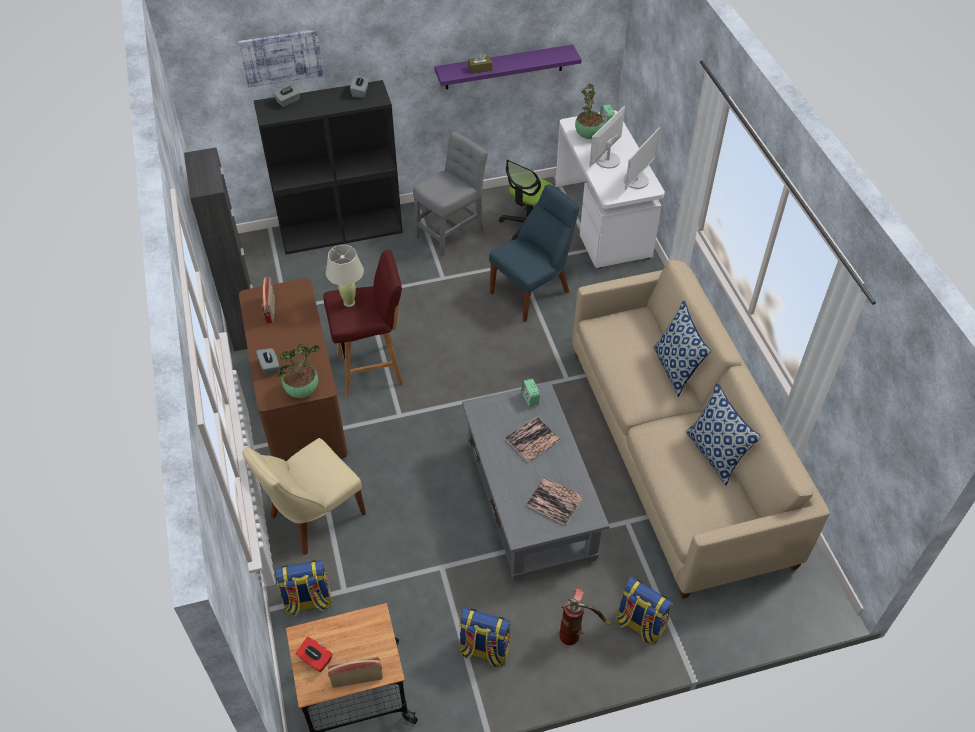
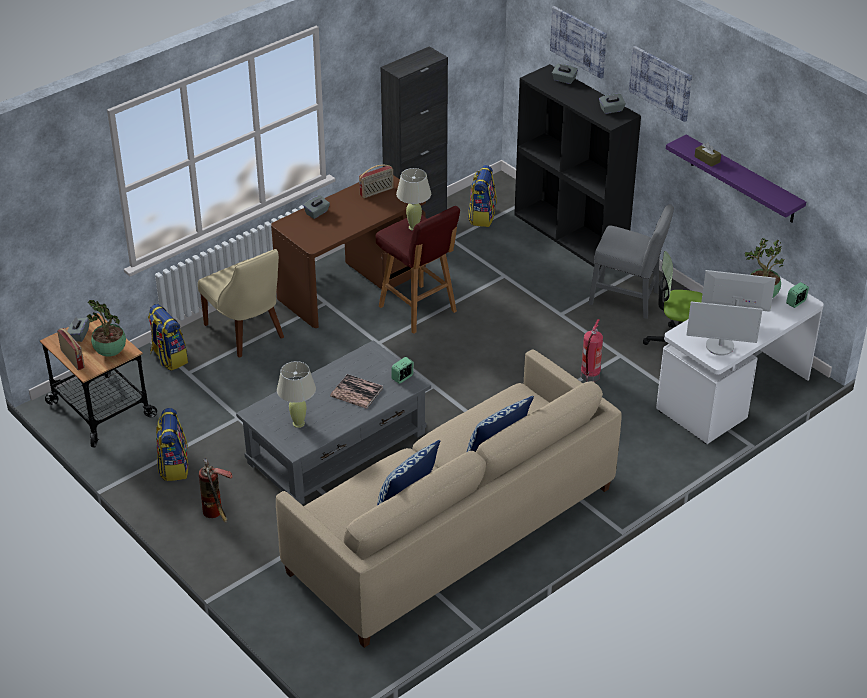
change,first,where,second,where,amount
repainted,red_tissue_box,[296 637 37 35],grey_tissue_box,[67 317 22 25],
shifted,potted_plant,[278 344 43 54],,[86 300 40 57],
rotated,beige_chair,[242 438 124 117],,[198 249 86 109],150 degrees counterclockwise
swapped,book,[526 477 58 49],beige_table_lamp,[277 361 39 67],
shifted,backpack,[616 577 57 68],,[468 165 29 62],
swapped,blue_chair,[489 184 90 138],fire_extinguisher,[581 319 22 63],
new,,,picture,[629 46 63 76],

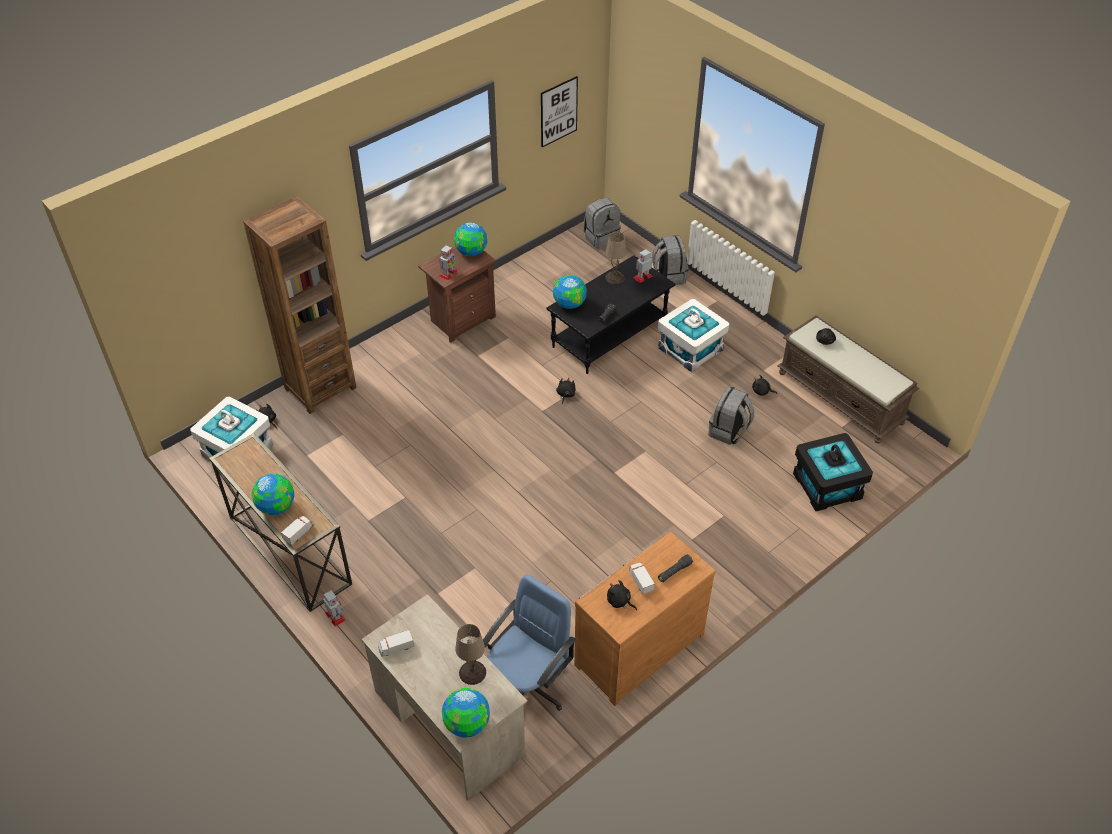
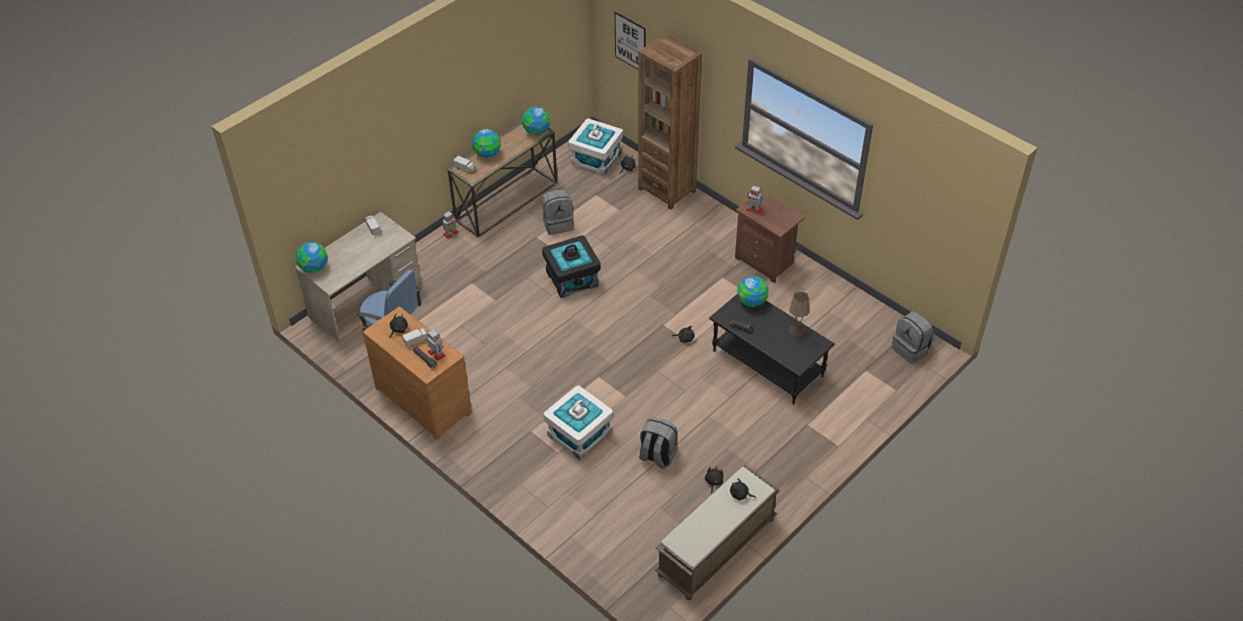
change,first,where,second,where,amount
shifted,toy_robot,[634 249 18 34],,[427 329 18 32],
shifted,globe,[454 223 33 33],,[522 106 28 29],
shifted,grey_backpack,[652 235 37 50],,[542 189 32 46],
shifted,black_storage_box,[793 433 80 78],,[542 235 59 63],
shifted,white_storage_box,[658 299 71 73],,[544 386 69 74],
shifted,picture,[541 76 37 71],,[615 12 31 57],
gone,beige_table_lamp,[455 624 31 61],,,

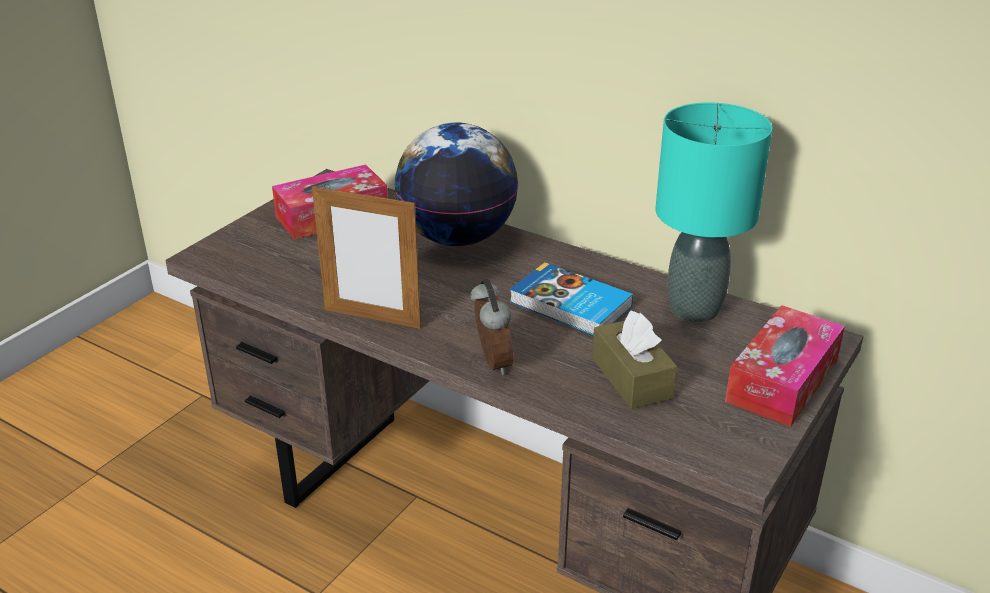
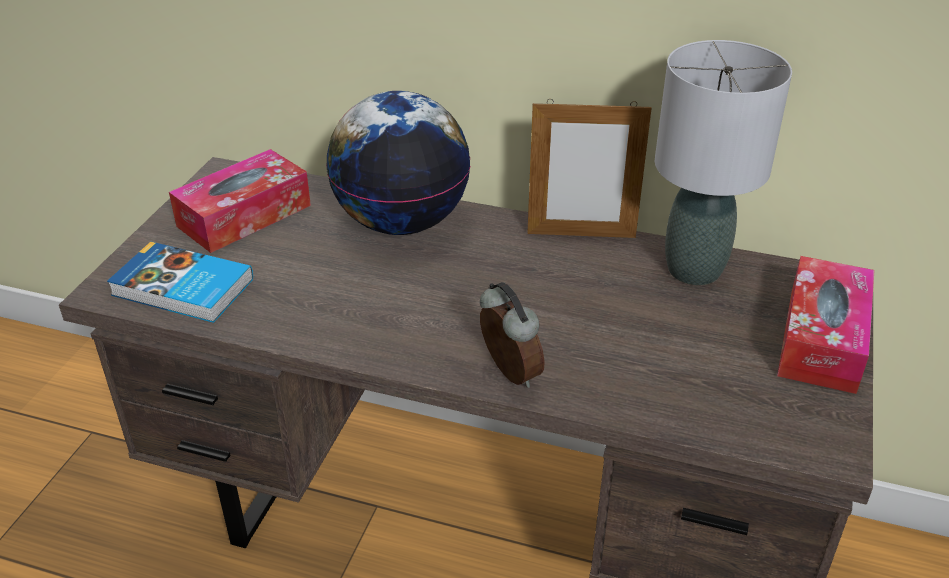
change,first,where,second,where,amount
shifted,book,[510 262 123 73],,[107 242 146 81],
shifted,picture_frame,[312 184 109 145],,[527 99 125 139],
repainted,turquoise_table_lamp,[655 103 118 219],grey_table_lamp,[654 40 138 245],
gone,brown_tissue_box,[592 310 86 99],,,

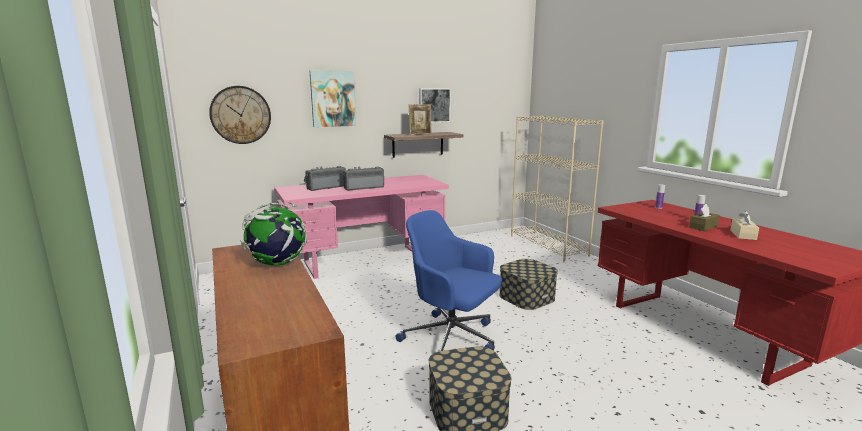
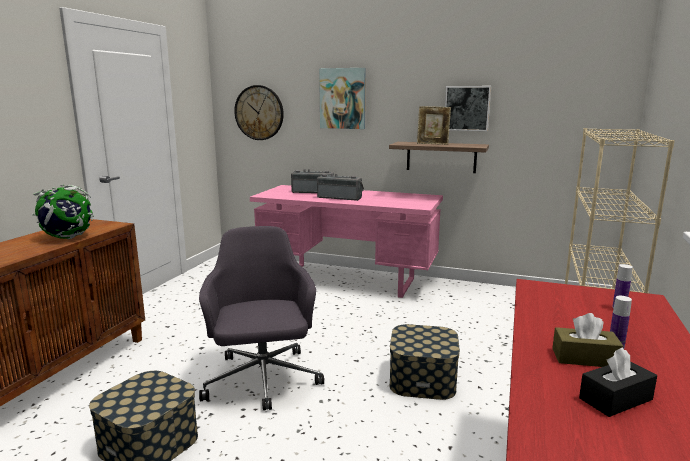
change,first,where,second,where,amount
repainted,blue_office_chair,[396 210 106 141],grey_office_chair,[199 226 125 185],
repainted,beige_tissue_box,[730 210 29 30],black_tissue_box,[579 347 78 70],

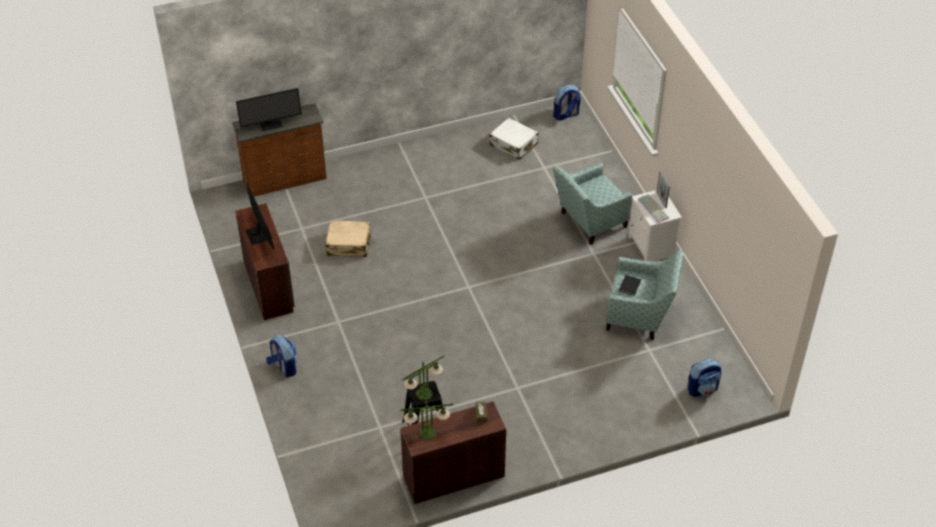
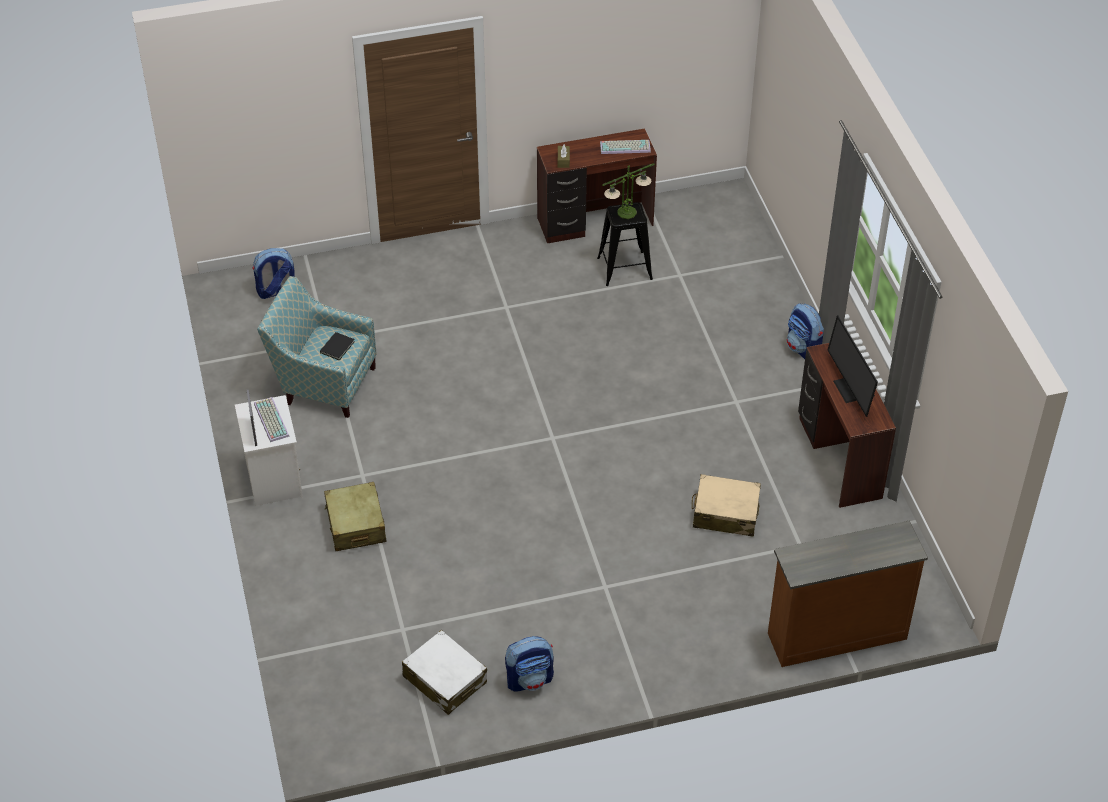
change,first,where,second,where,amount
swapped,armchair,[553 163 79 82],beige_suitcase,[324 482 63 69],
shifted,backpack,[553 85 28 36],,[505 636 49 56],
swapped,table_lamp,[400 401 54 39],keyboard,[600 140 51 14],
gone,monitor,[236 88 66 43],,,

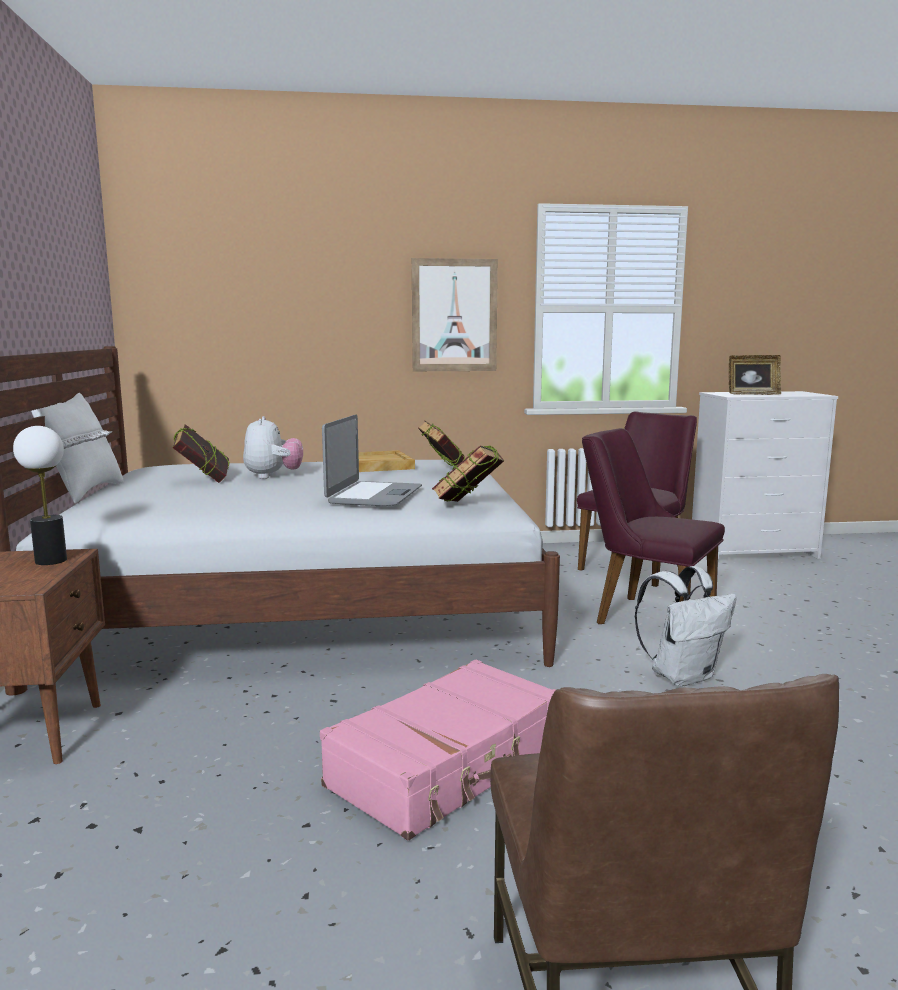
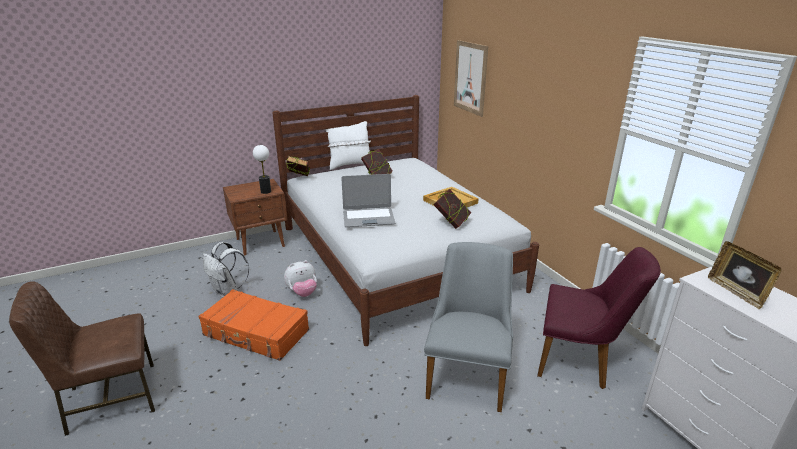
change,first,where,second,where,amount
repainted,pink_suitcase,[320 659 236 182],orange_suitcase,[199 289 110 72],
shifted,white_backpack,[635 566 102 121],,[203 242 46 55],
shifted,plush_toy,[243 416 60 63],,[284 260 33 37],
shifted,book,[432 445 72 57],,[286 156 24 20],
repainted,purple_chair,[582 428 143 196],grey_chair,[424 242 89 170],
shifted,picture,[412 258 86 113],,[454 40 34 77],

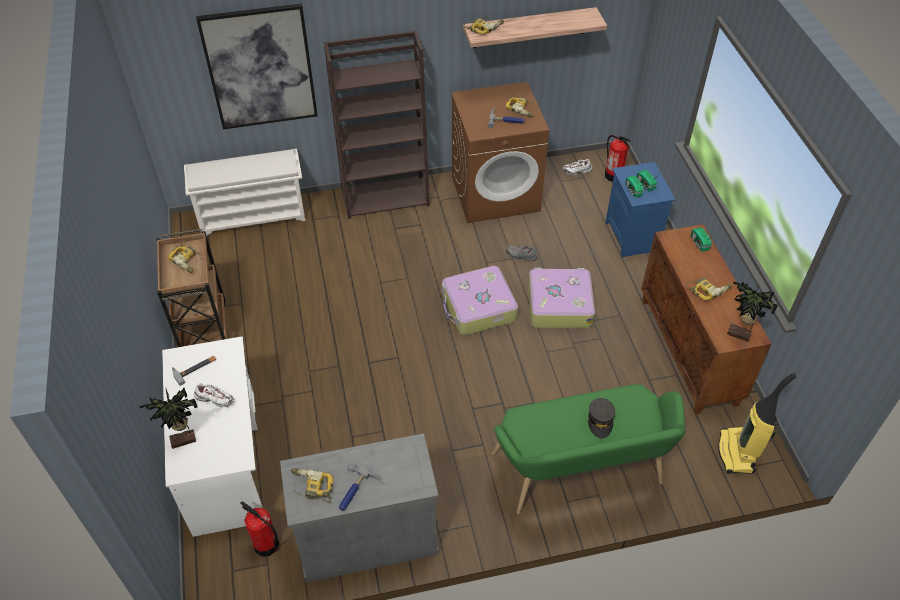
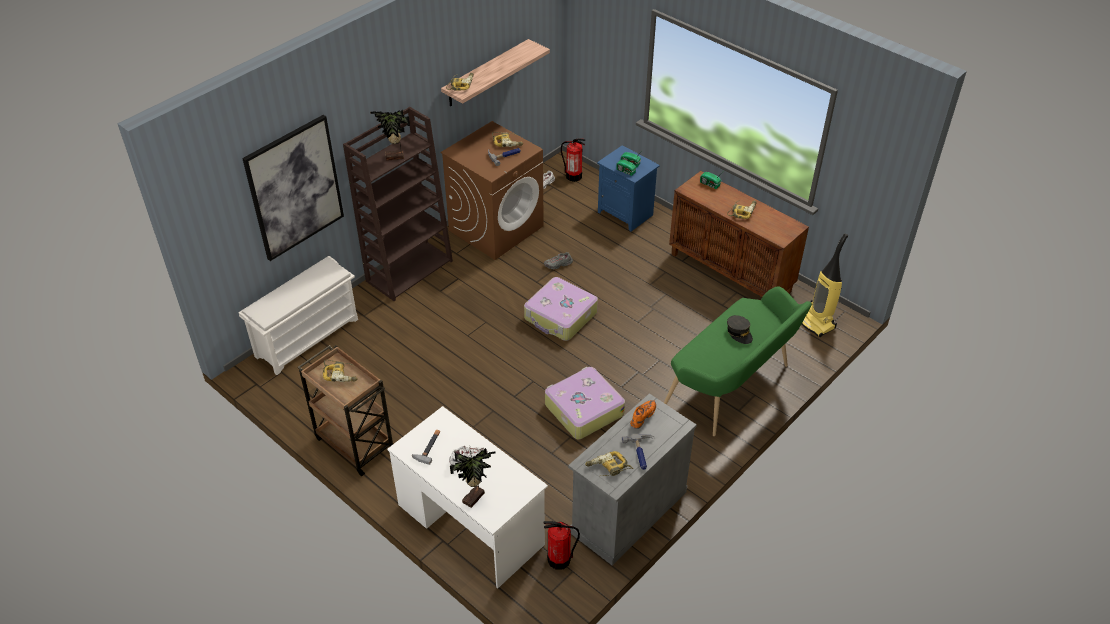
change,first,where,second,where,amount
shifted,potted_plant,[727 281 51 61],,[370 110 40 51],
shifted,suitcase,[528 268 67 60],,[545 367 80 73],
new,,,orange_shoe,[630 400 26 29],

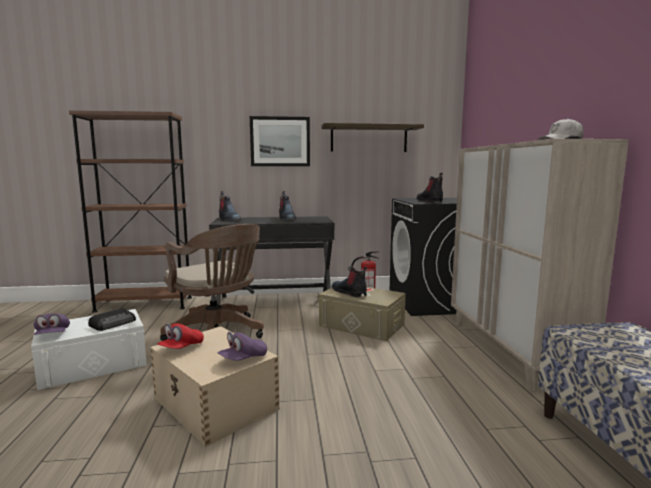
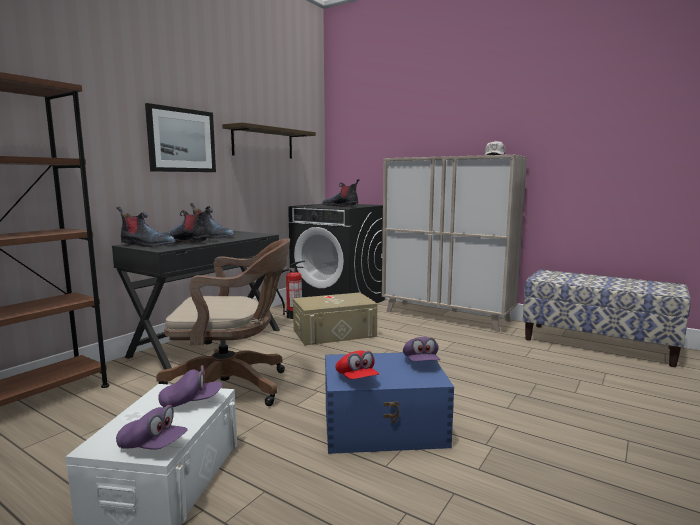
change,first,where,second,where,amount
swapped,radio,[88 308 48 23],purple_cap,[158 365 64 43],
shifted,boot,[331 266 37 31],,[162 206 48 37],
repainted,beige_storage_box,[150 326 130 121],blue_storage_box,[325 353 129 101],

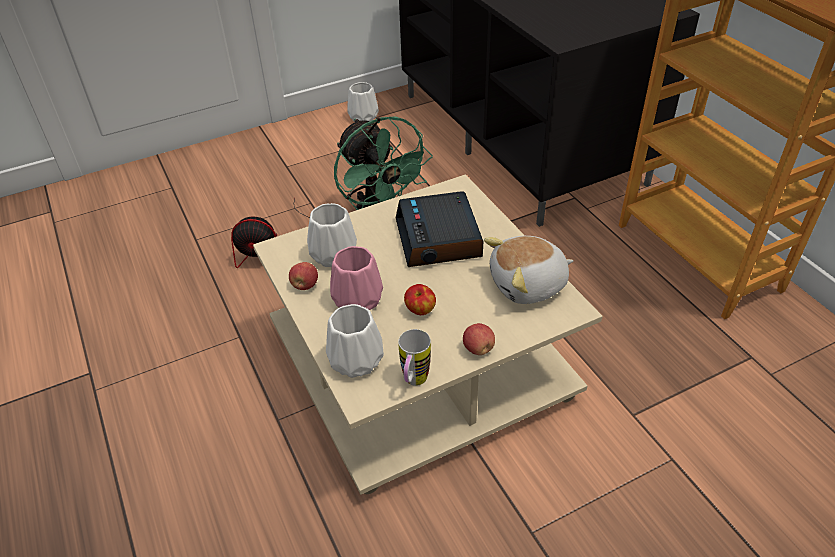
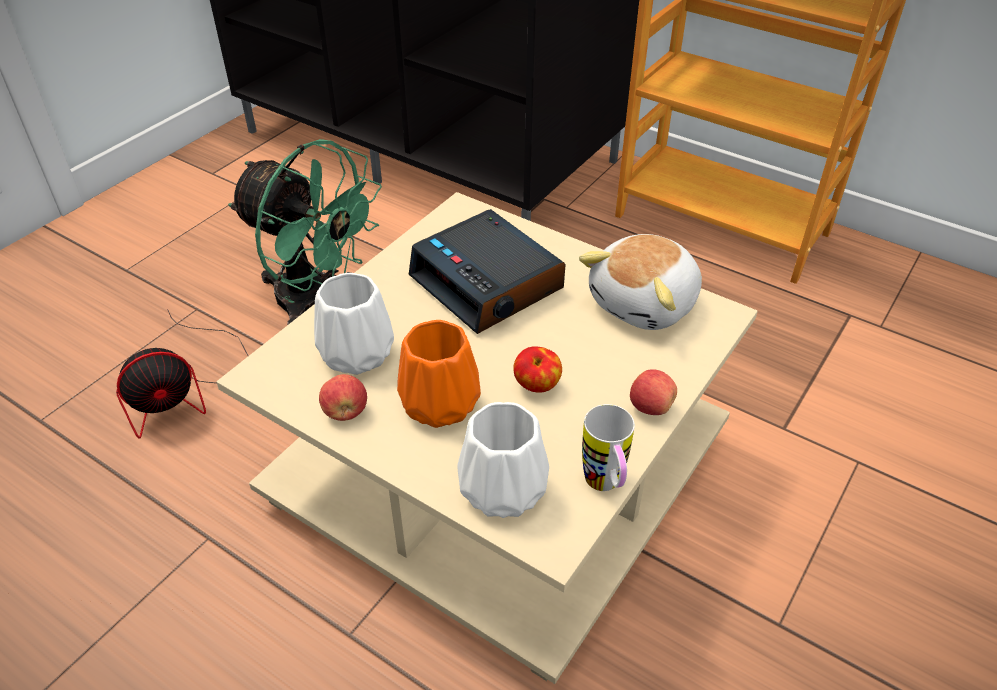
change,first,where,second,where,amount
repainted,pink_vase,[330 246 53 64],orange_vase,[397 320 84 108],
gone,white_vase,[347 82 32 40],,,

